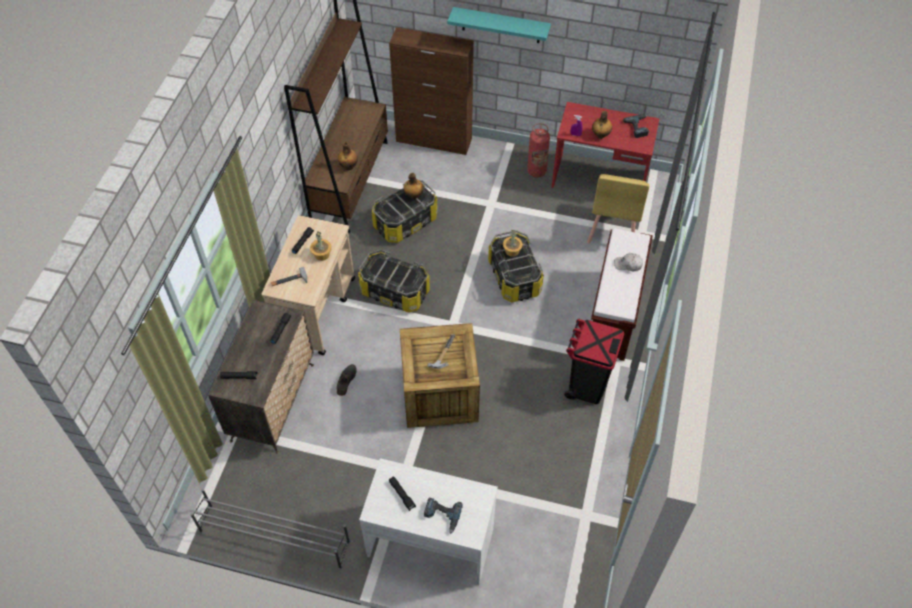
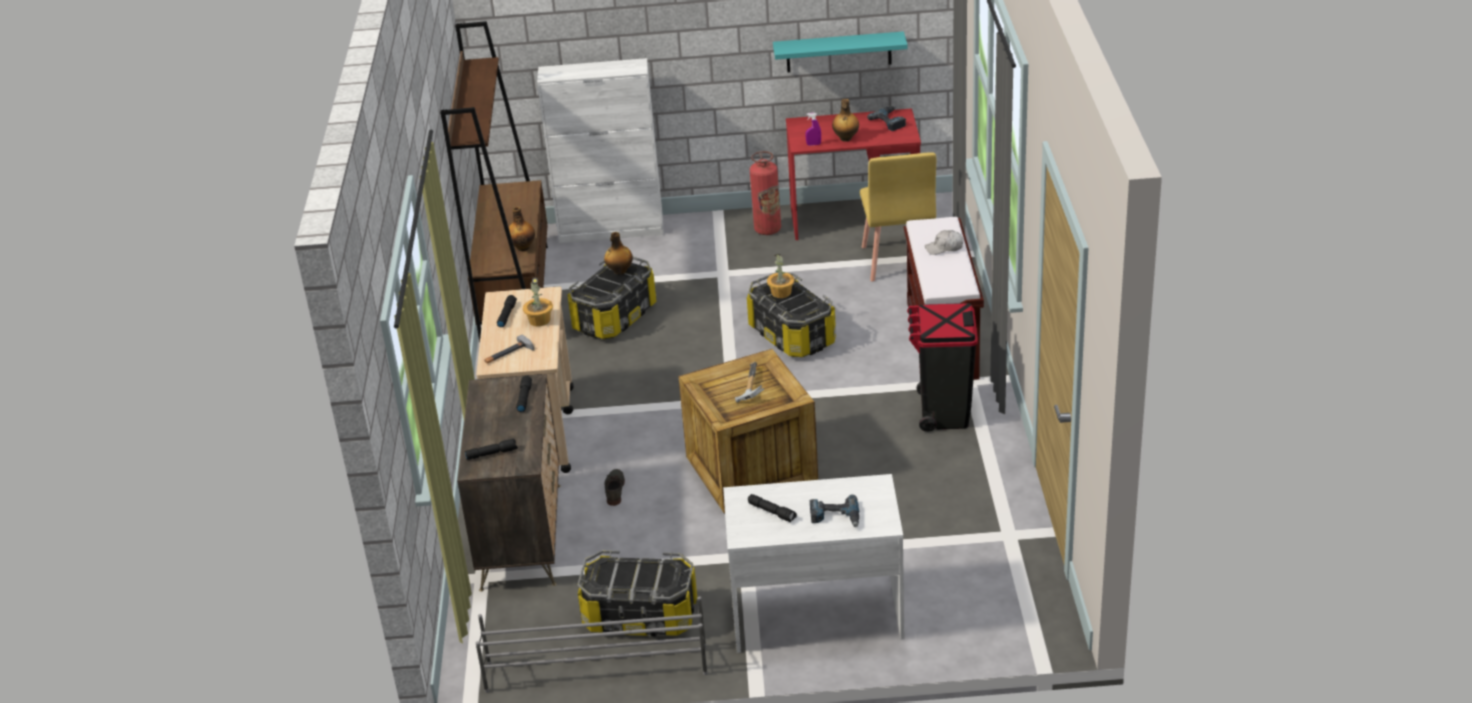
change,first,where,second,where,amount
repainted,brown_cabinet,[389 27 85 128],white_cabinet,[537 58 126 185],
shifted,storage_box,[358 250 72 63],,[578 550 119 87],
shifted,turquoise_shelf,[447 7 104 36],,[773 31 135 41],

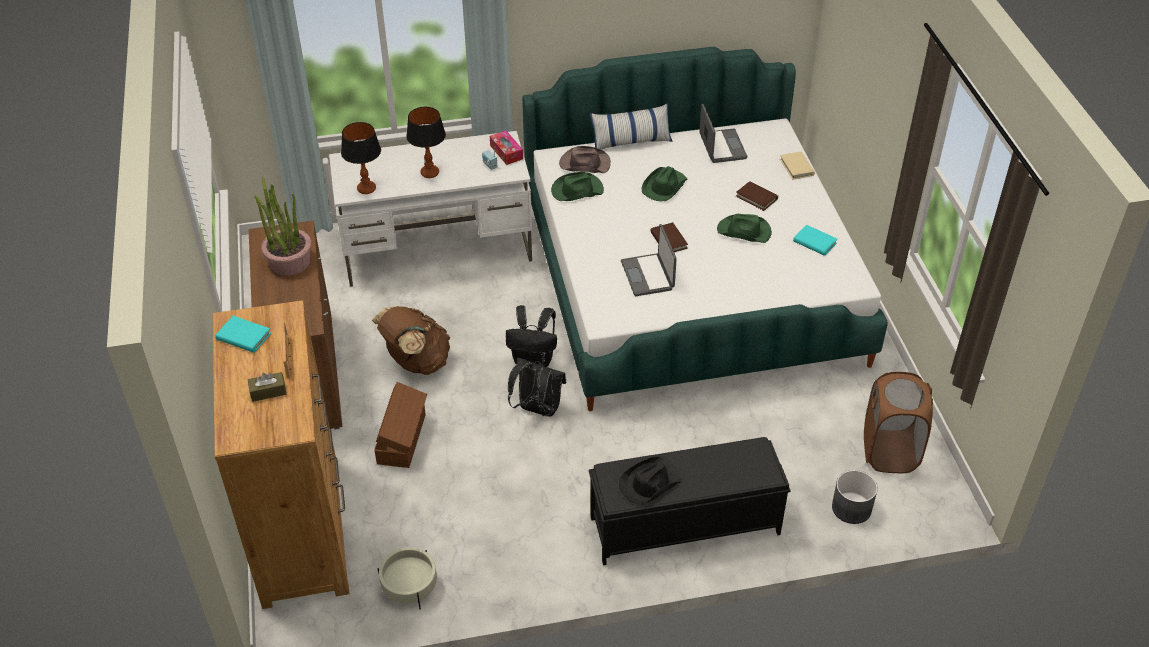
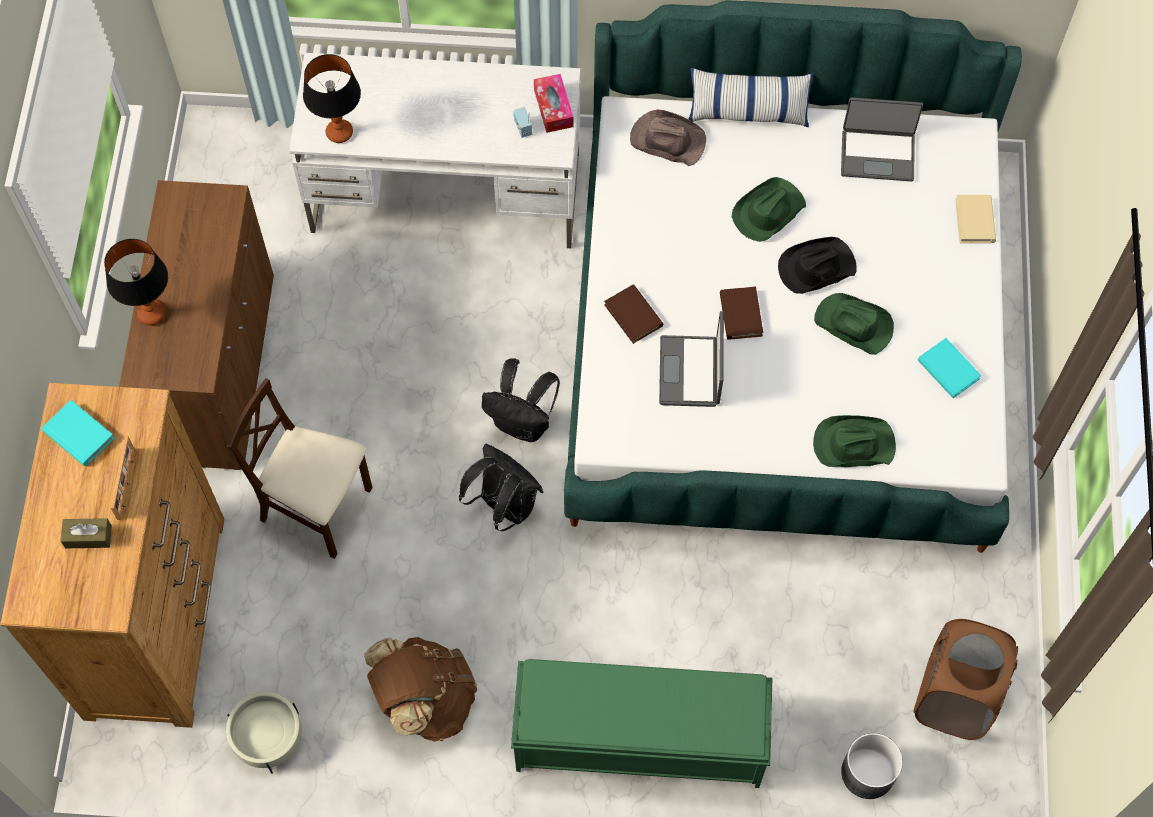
change,first,where,second,where,amount
shifted,table_lamp,[406 107 40 71],,[104 239 64 86],
swapped,brown_storage_box,[374 382 53 86],beige_chair,[227 378 145 181],
shifted,brown_backpack,[372 306 78 69],,[364 637 113 105],
repainted,black_bench,[589 437 202 128],green_bench,[511 659 261 129],
shifted,brown_book,[736 181 42 30],,[604 284 59 60],
shifted,black_hat,[619 457 63 48],,[778 237 79 57],
shifted,green_hat,[551 172 53 29],,[813 415 83 52],
rotated,laptop,[699 104 48 59],,[841 97 82 84],90 degrees clockwise
gone,potted_plant,[254 177 58 99],,,

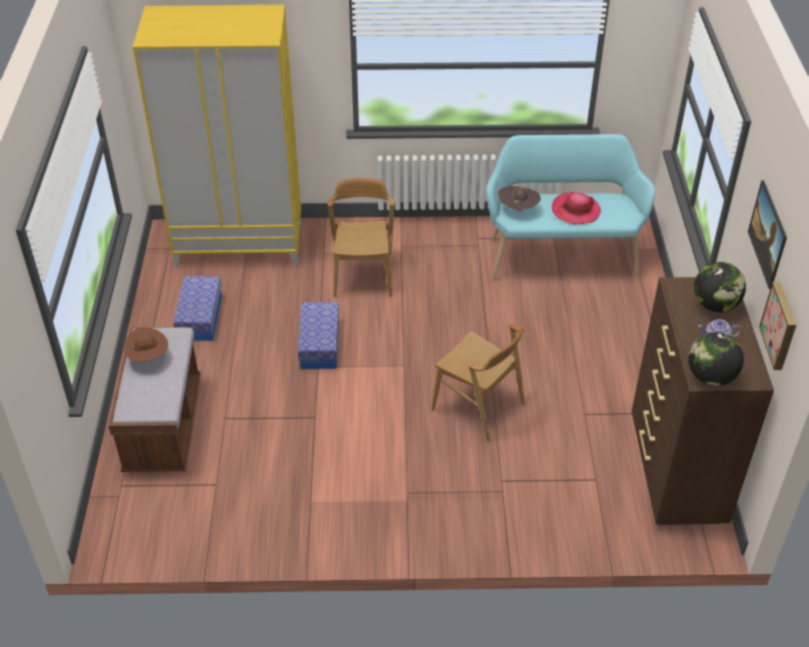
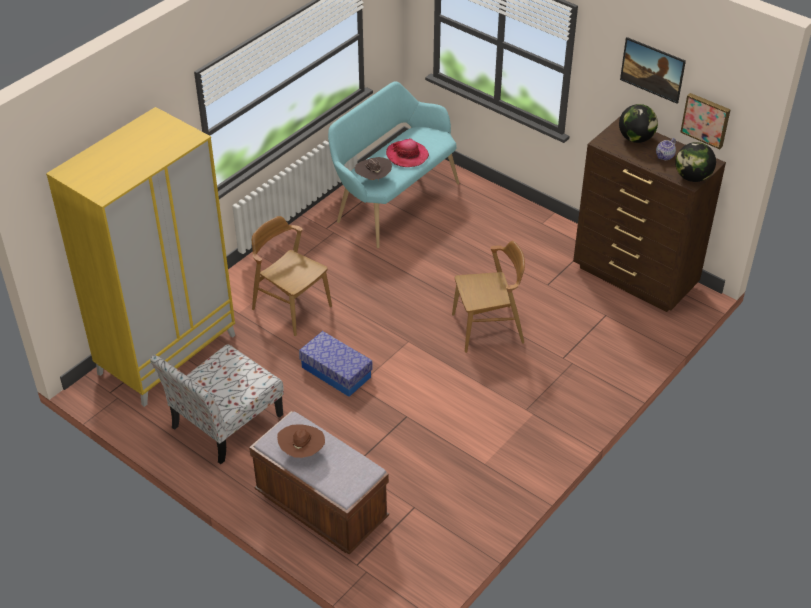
change,first,where,second,where,amount
swapped,storage_box,[173 276 49 65],chair,[150 345 134 119],

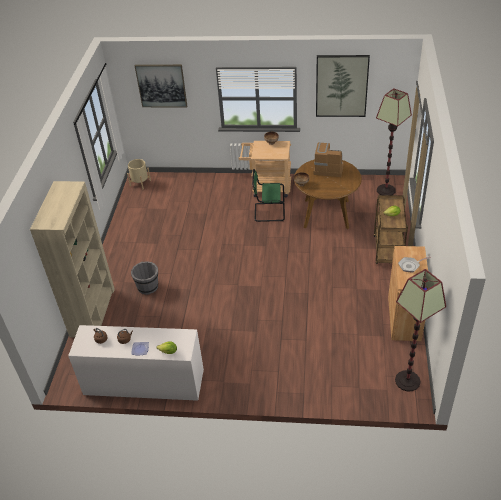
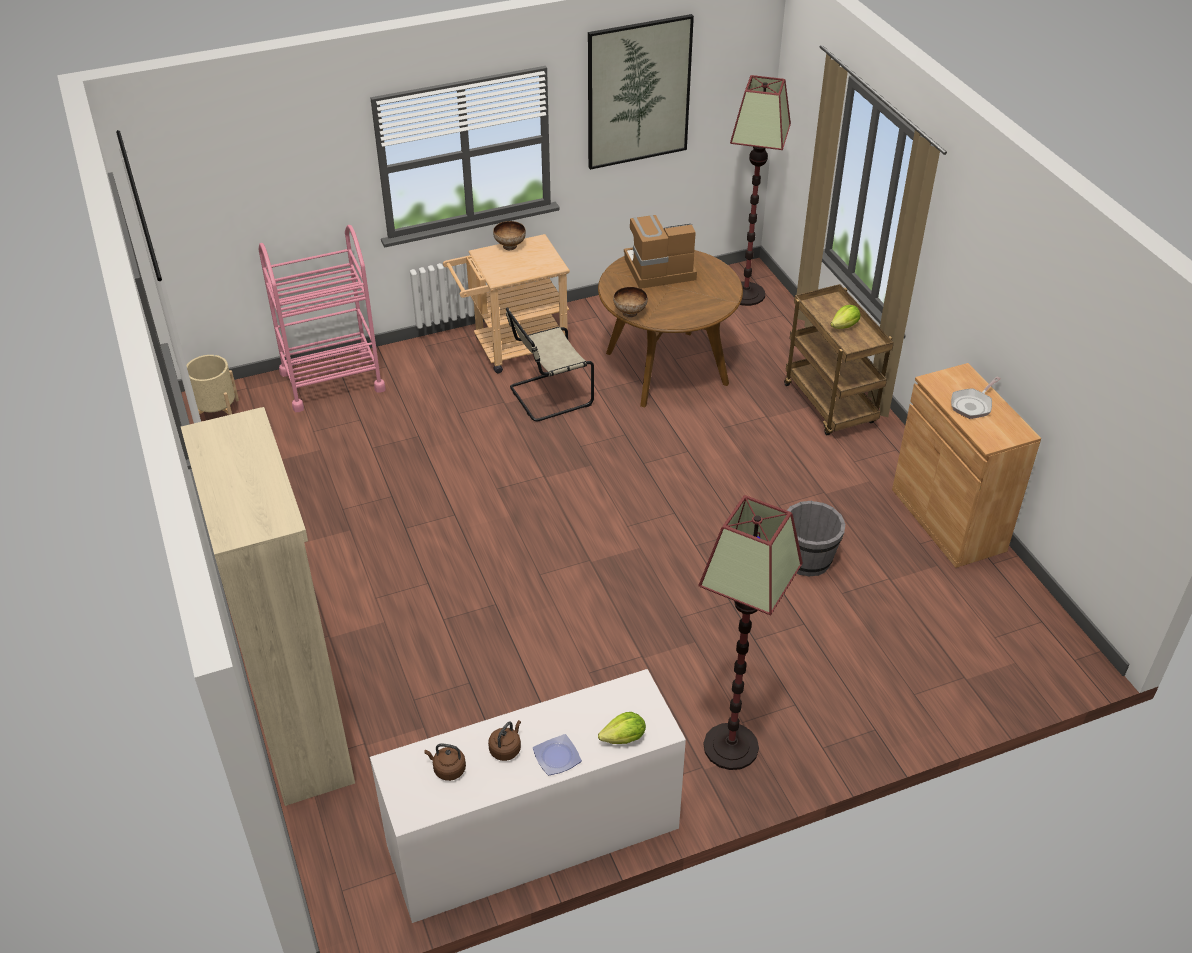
change,first,where,second,where,amount
new,,,pink_cart,[259 225 126 187],
repainted,green_chair,[252 169 33 53],beige_chair,[506 308 88 113],
shifted,floor_lamp,[395 269 51 122],,[698 495 105 275],
shifted,grey_bucket,[131 261 27 34],,[787 501 58 76],
gone,picture,[135 64 52 43],,,

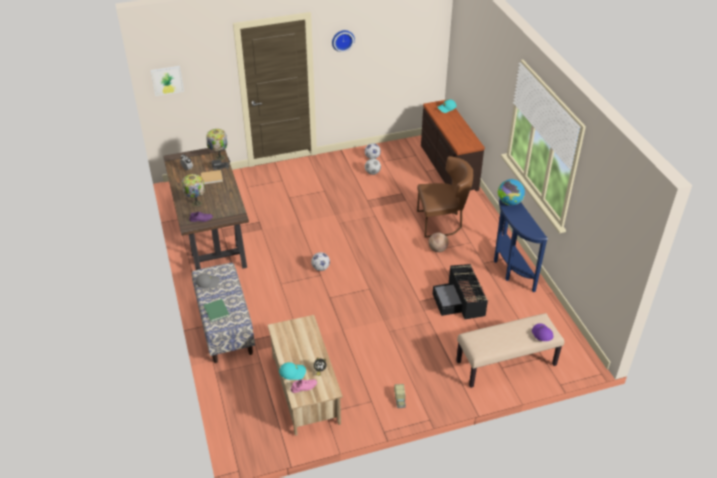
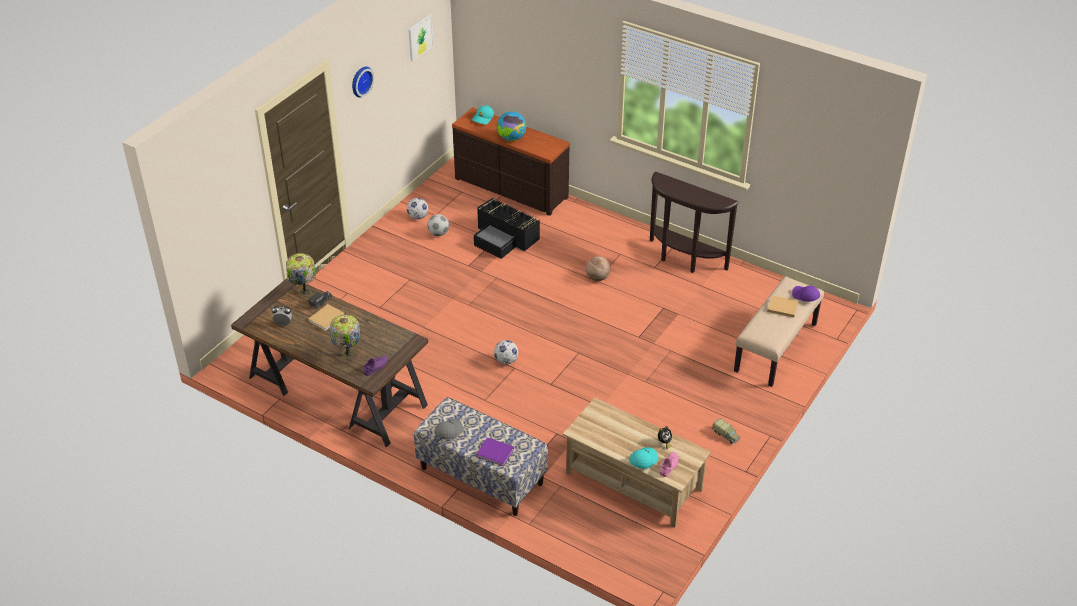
change,first,where,second,where,amount
shifted,picture,[151 66 33 30],,[409 14 25 48],
shifted,black_storage_box,[433 264 55 55],,[474 198 66 61],
repainted,green_book,[204 299 26 23],purple_book,[476 437 38 29],
shifted,globe,[498 179 27 27],,[497 111 30 30],
repainted,blue_console_table,[494 199 54 93],brown_console_table,[650 172 89 101],
new,,,beige_book,[767 295 32 22],
gone,brown_chair,[417 156 56 82],,,

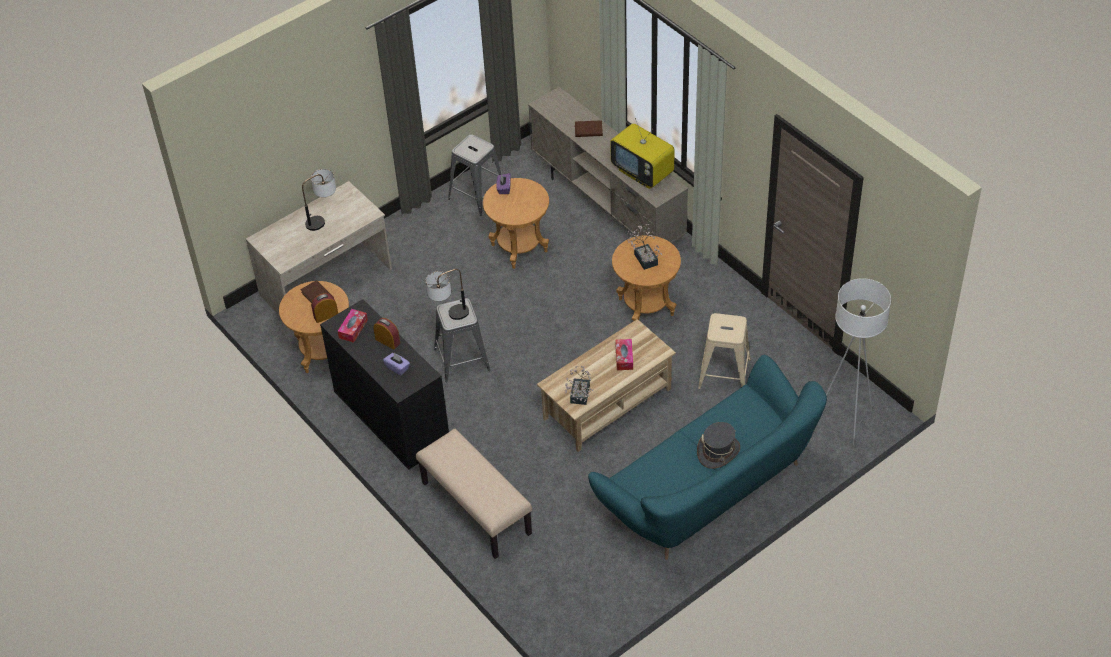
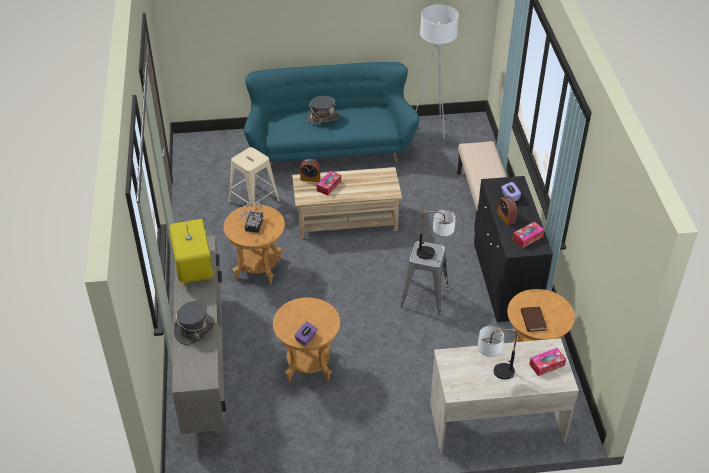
change,first,where,second,where,amount
swapped,brown_book,[575 120 28 17],grey_hat,[174 301 41 44],
shifted,alarm_clock,[311 293 27 30],,[300 159 20 23],
shifted,white_floor_lamp,[826 278 65 167],,[416 4 43 135],
new,,,tissue_box,[529 348 37 28],
gone,grey_stool,[448 134 53 82],,,
gone,potted_plant,[564 365 30 40],,,

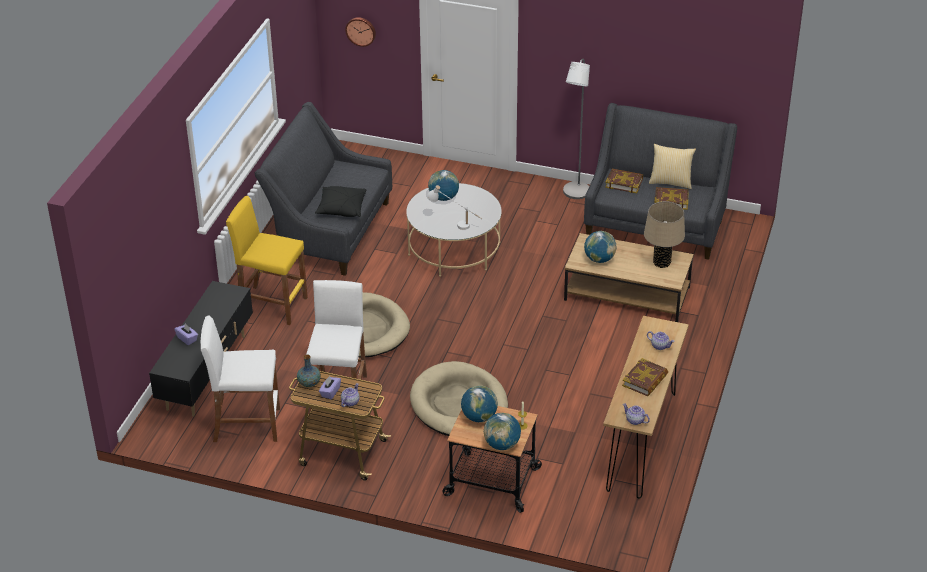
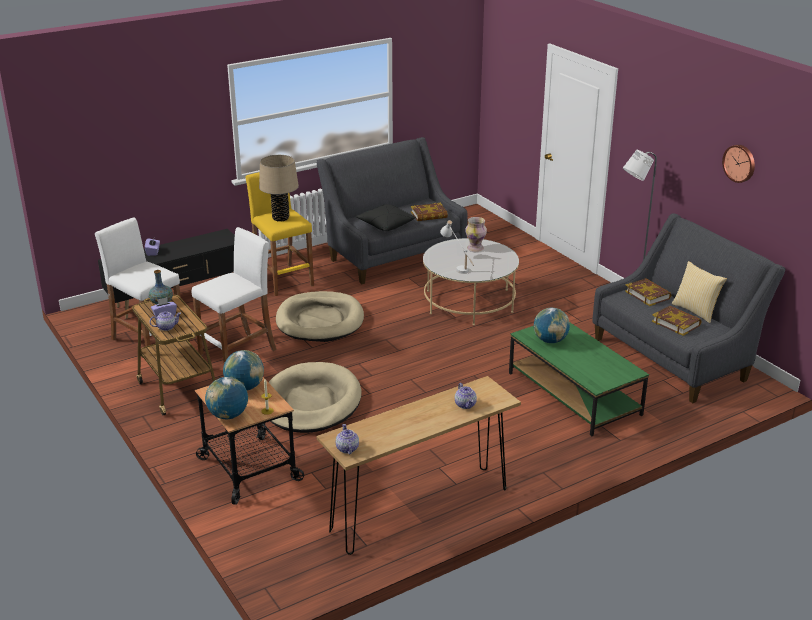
change,first,where,second,where,amount
shifted,beige_table_lamp,[644 201 41 67],,[259 155 40 67],
shifted,book,[622 358 46 38],,[411 203 37 18],
swapped,globe,[428 170 31 31],vase,[465 217 22 35],
repainted,brown_coffee_table,[564 233 130 89],green_coffee_table,[509 323 140 113],
shifted,wall_clock,[345 17 31 30],,[722 145 33 38],

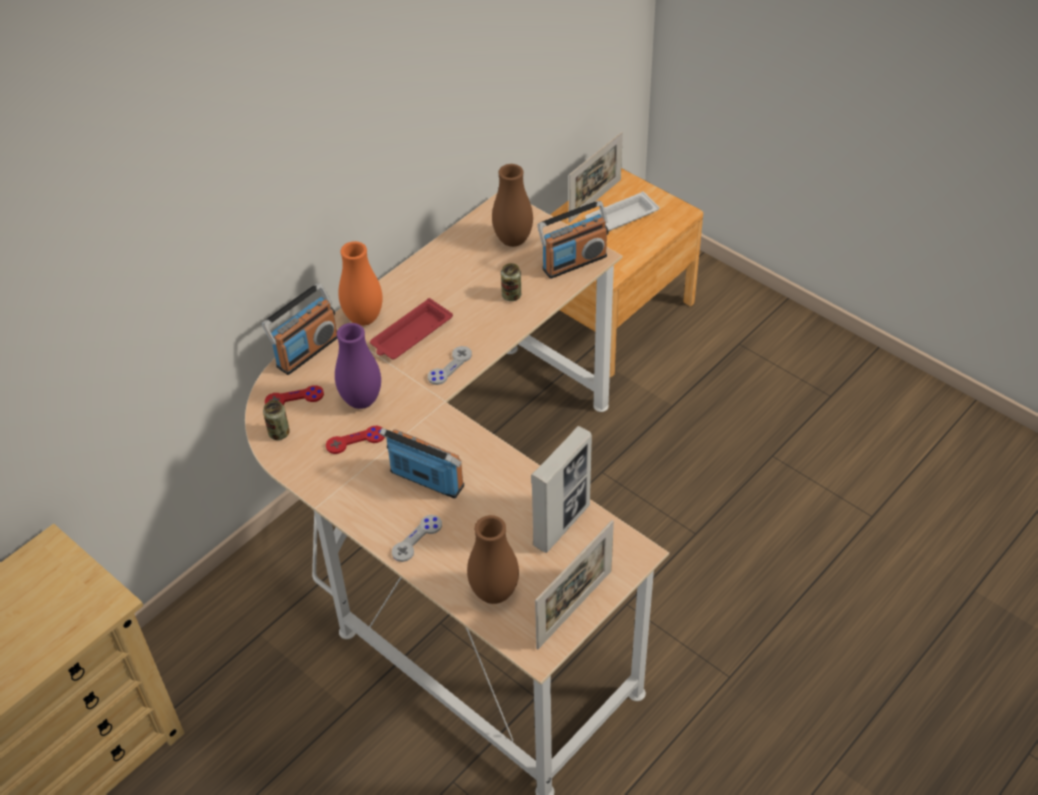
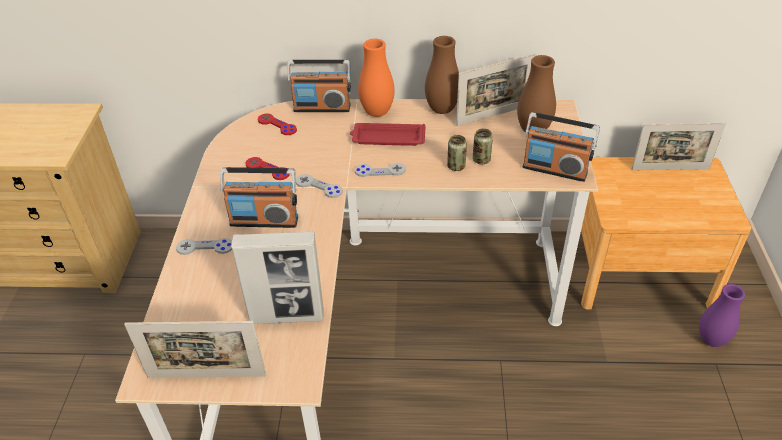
change,first,where,second,where,amount
rotated,radio,[379 428 85 70],,[220 167 78 61],105 degrees clockwise
new,,,grey_game_controller,[296 174 47 24],
shifted,brown_vase,[467 515 52 89],,[425 36 34 78],
shifted,can,[263 400 27 40],,[447 135 20 36],
new,,,picture_frame,[456 53 81 73],
shifted,purple_vase,[335 323 46 86],,[699 284 46 63],
gone,white_tray,[585 191 74 40],,,

